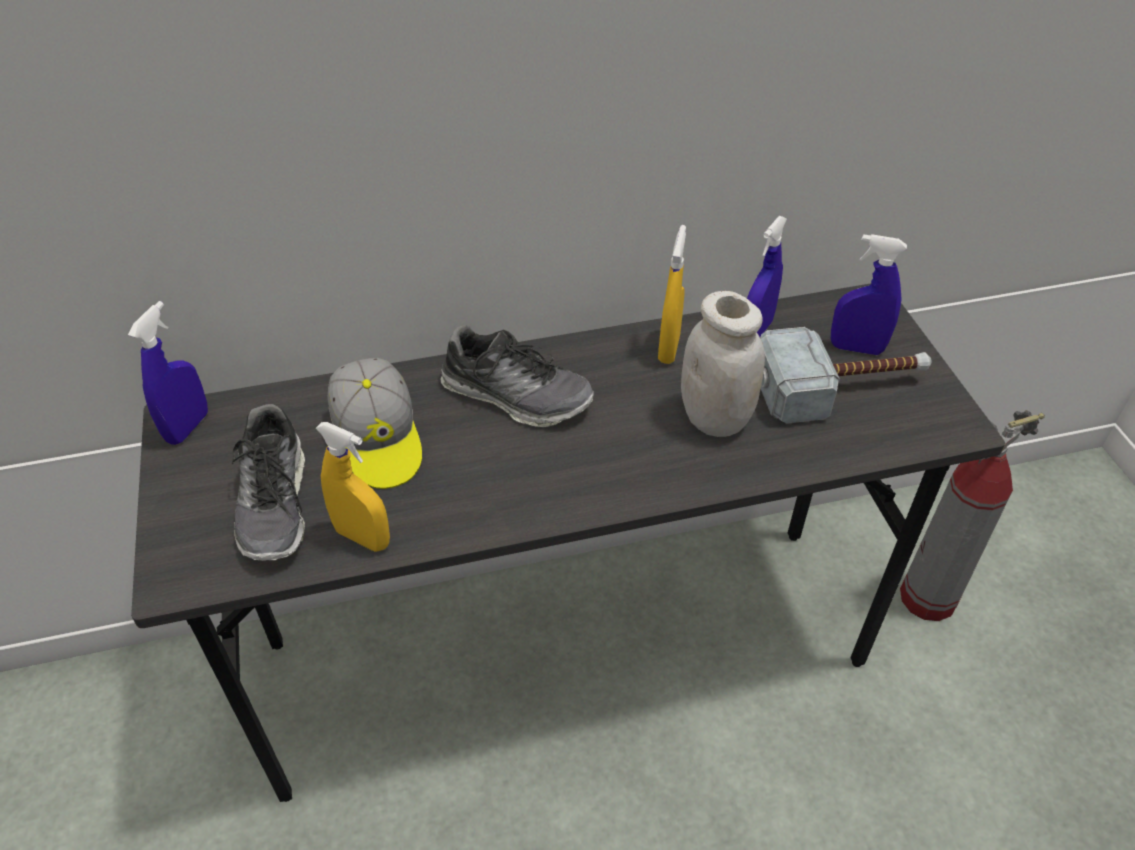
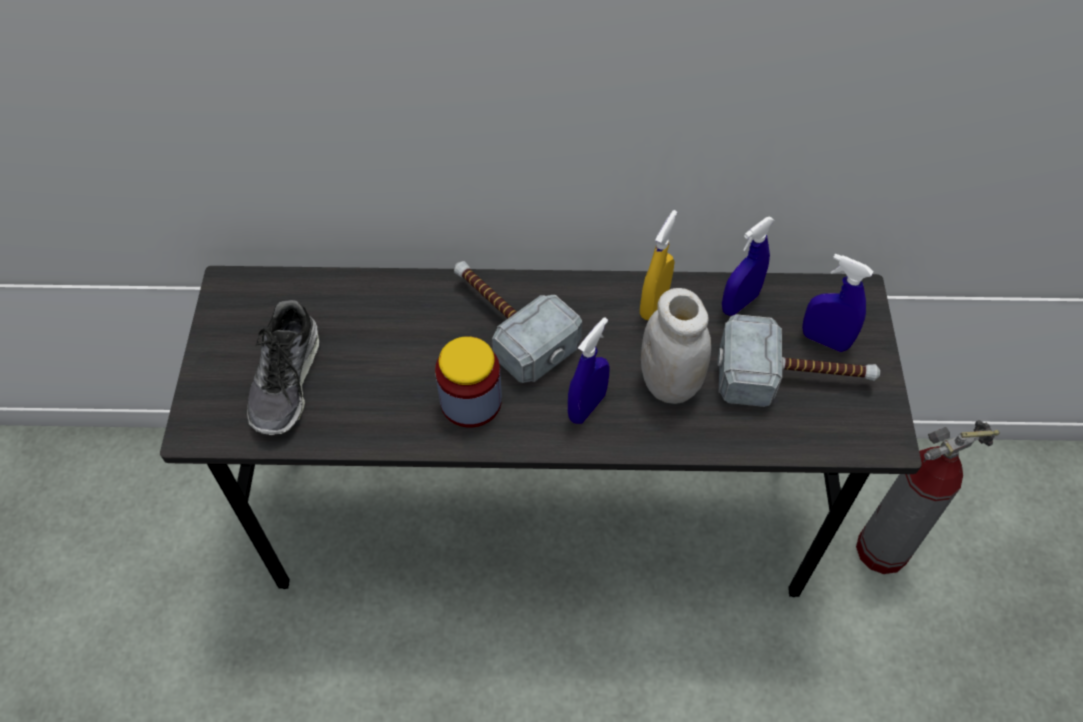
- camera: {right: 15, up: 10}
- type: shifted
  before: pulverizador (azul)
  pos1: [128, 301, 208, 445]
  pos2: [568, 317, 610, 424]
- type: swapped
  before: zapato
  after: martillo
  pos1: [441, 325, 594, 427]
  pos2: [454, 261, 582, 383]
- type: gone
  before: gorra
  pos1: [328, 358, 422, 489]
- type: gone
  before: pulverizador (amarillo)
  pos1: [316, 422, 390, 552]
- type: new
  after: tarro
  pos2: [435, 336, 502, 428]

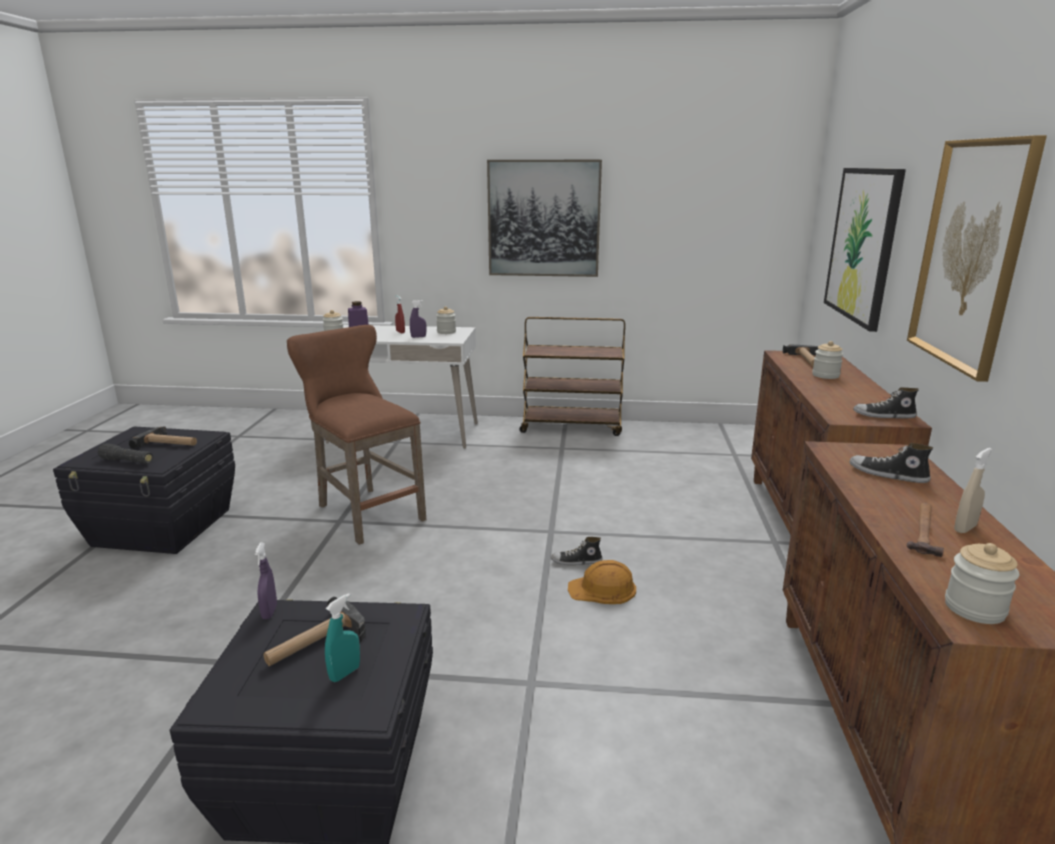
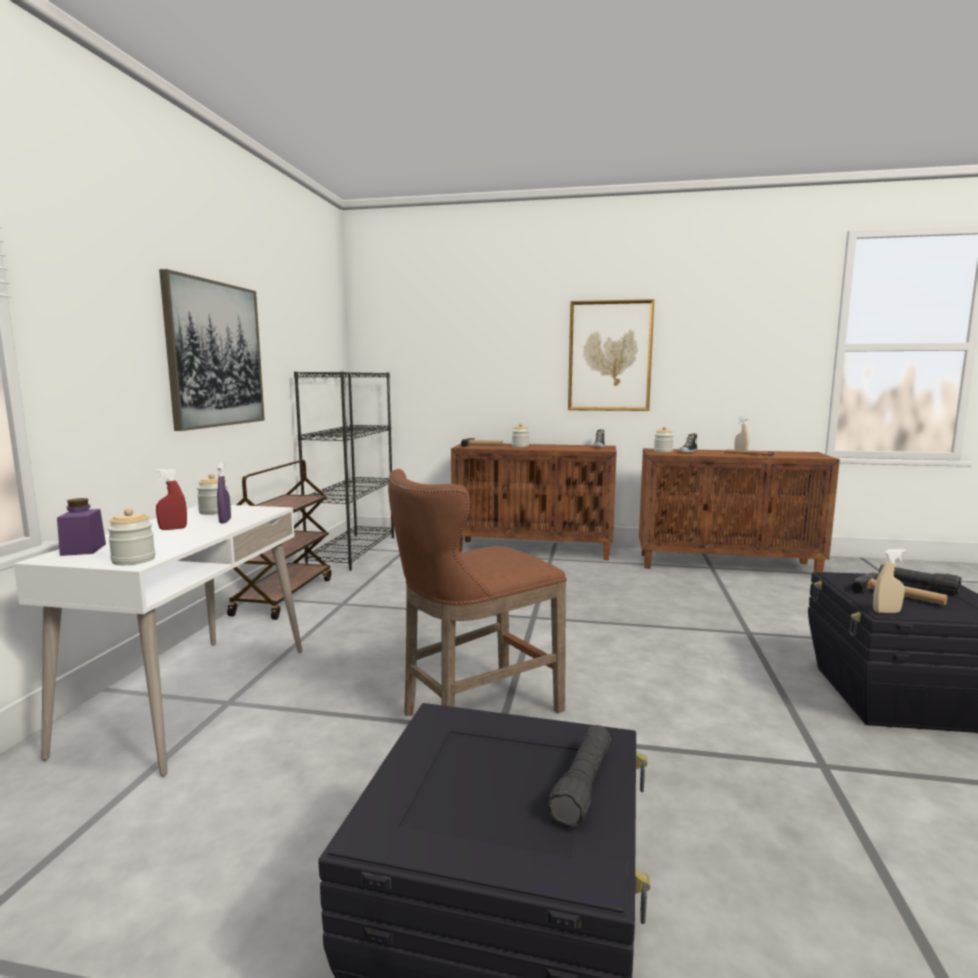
- camera: {right: -85, up: -10}
- type: gone
  before: cuadro
  pos1: [824, 168, 906, 332]
- type: gone
  before: martillo
  pos1: [129, 426, 197, 449]
- type: gone
  before: zapato
  pos1: [551, 537, 602, 565]
- type: repainted
  before: pulverizador (morado)
  after: pulverizador (beis)
  pos1: [255, 542, 277, 619]
  pos2: [873, 549, 906, 613]
- type: shifted
  before: tarro
  pos1: [945, 543, 1019, 624]
  pos2: [654, 427, 674, 452]
- type: gone
  before: casco (naranja)
  pos1: [568, 560, 636, 604]
- type: swapped
  before: pulverizador (turquesa)
  after: linterna (negro)
  pos1: [325, 593, 360, 682]
  pos2: [879, 565, 962, 594]
- type: new
  after: estantería (negro)
  pos2: [294, 372, 394, 570]

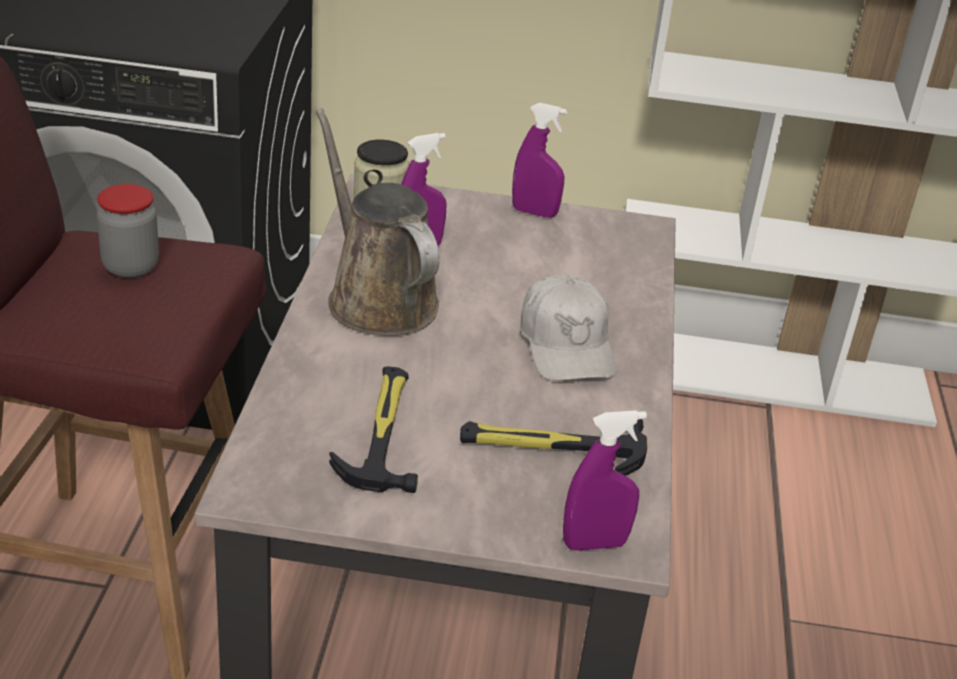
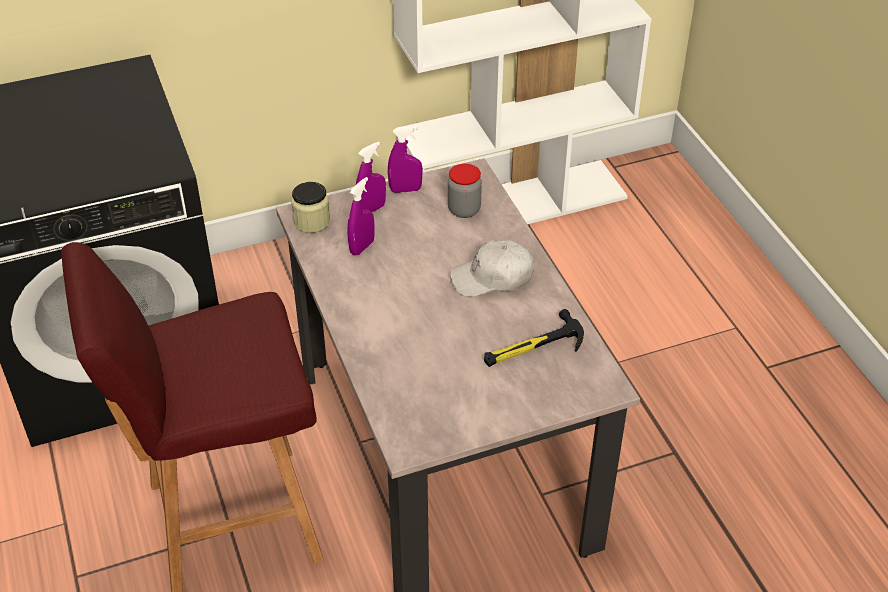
- camera: {right: -25, up: 10}
- type: gone
  before: regadera (marrón)
  pos1: [316, 108, 439, 336]
- type: shifted
  before: tarro
  pos1: [97, 184, 159, 278]
  pos2: [448, 164, 482, 218]
- type: rotated
  before: gorra (blanco)
  pos1: [520, 275, 615, 381]
  pos2: [450, 240, 534, 297]
  turn: 120
- type: gone
  before: martillo
  pos1: [329, 367, 418, 493]
- type: shifted
  before: pulverizador (morado)
  pos1: [563, 410, 647, 551]
  pos2: [356, 142, 386, 212]

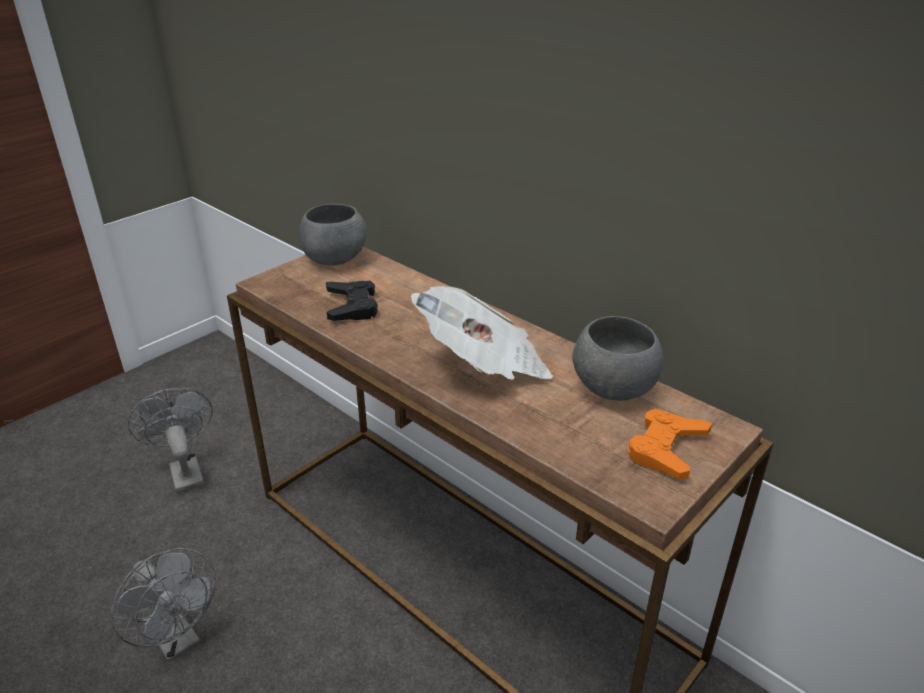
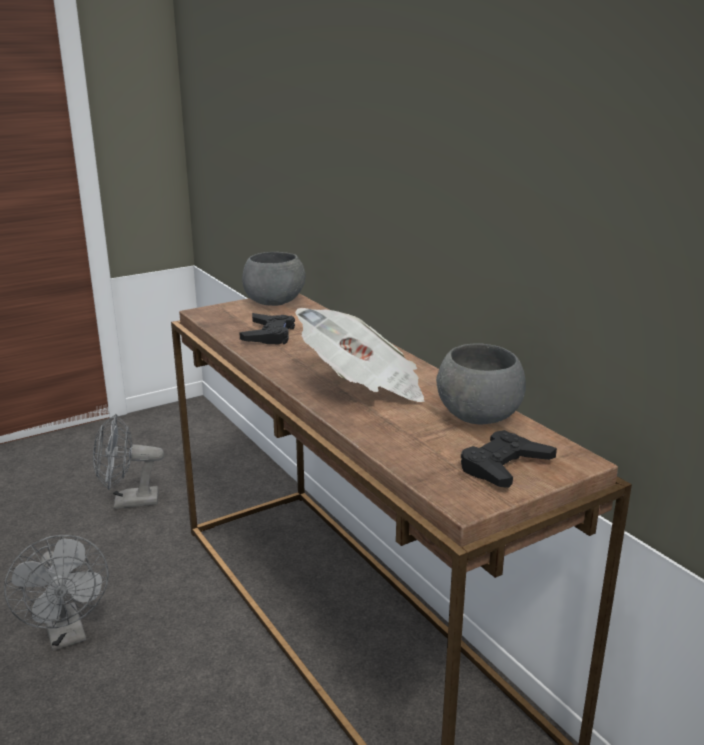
- camera: {right: 15, up: -10}
- type: rotated
  before: ventilador (gris)
  pos1: [128, 388, 213, 493]
  pos2: [93, 414, 164, 509]
  turn: -90
- type: repainted
  before: mando de consola (naranja)
  after: mando de consola (negro)
  pos1: [628, 409, 712, 479]
  pos2: [461, 430, 557, 488]

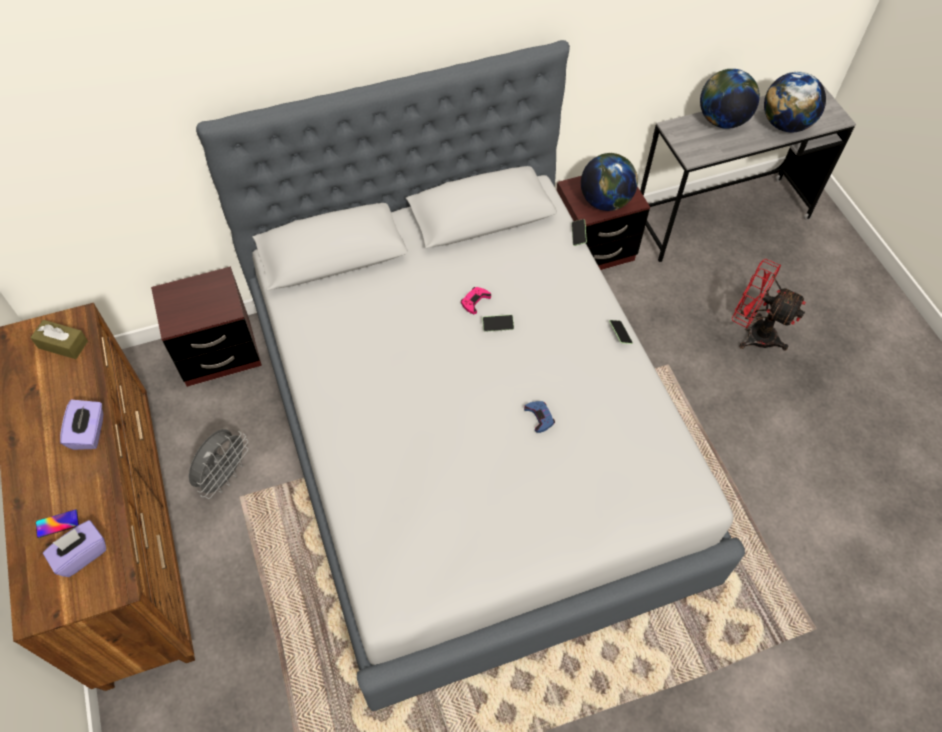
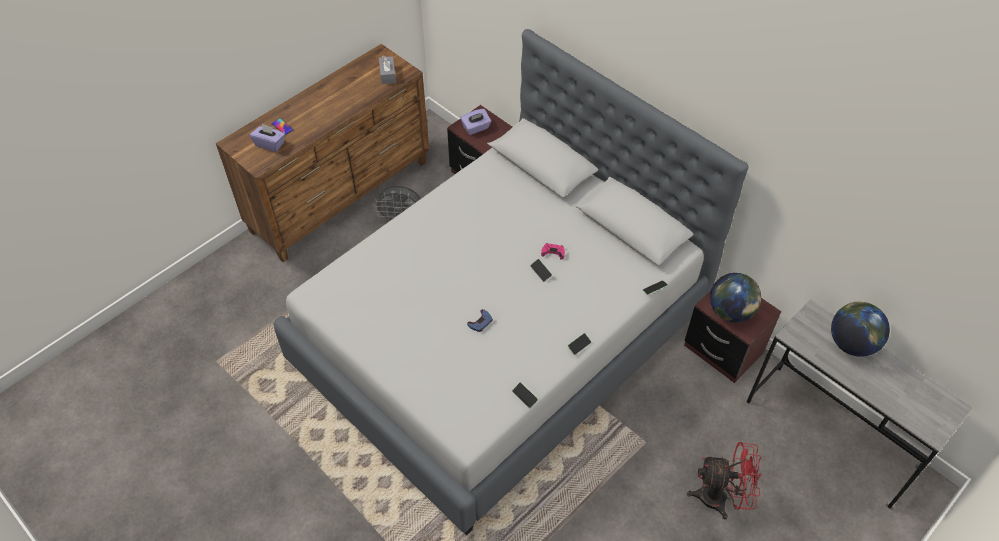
- camera: {right: 65, up: -5}
- type: gone
  before: globo terráqueo
  pos1: [764, 72, 826, 132]
- type: rotated
  before: ventilador (rojo)
  pos1: [732, 259, 806, 351]
  pos2: [687, 442, 762, 519]
  turn: 90
- type: repainted
  before: caja de pañuelos (marrón)
  after: caja de pañuelos (gris)
  pos1: [30, 320, 88, 359]
  pos2: [379, 56, 396, 84]
- type: shifted
  before: caja de pañuelos (morado)
  pos1: [60, 400, 104, 450]
  pos2: [460, 109, 491, 135]
- type: new
  after: móvil
  pos2: [512, 382, 538, 408]

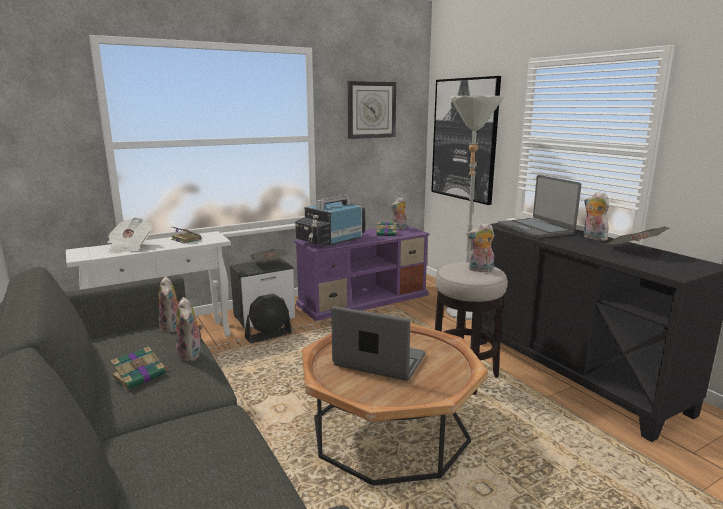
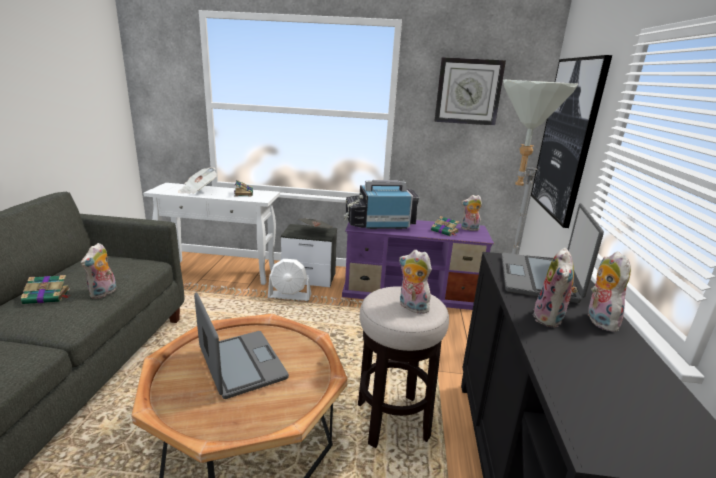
- camera: {right: 35, up: 5}
- type: gone
  before: periódico
  pos1: [605, 226, 669, 245]
- type: shifted
  before: peluche
  pos1: [159, 276, 180, 333]
  pos2: [534, 248, 578, 328]
- type: repainted
  before: ventilador (negro)
  after: ventilador (blanco)
  pos1: [245, 294, 292, 343]
  pos2: [268, 259, 312, 301]

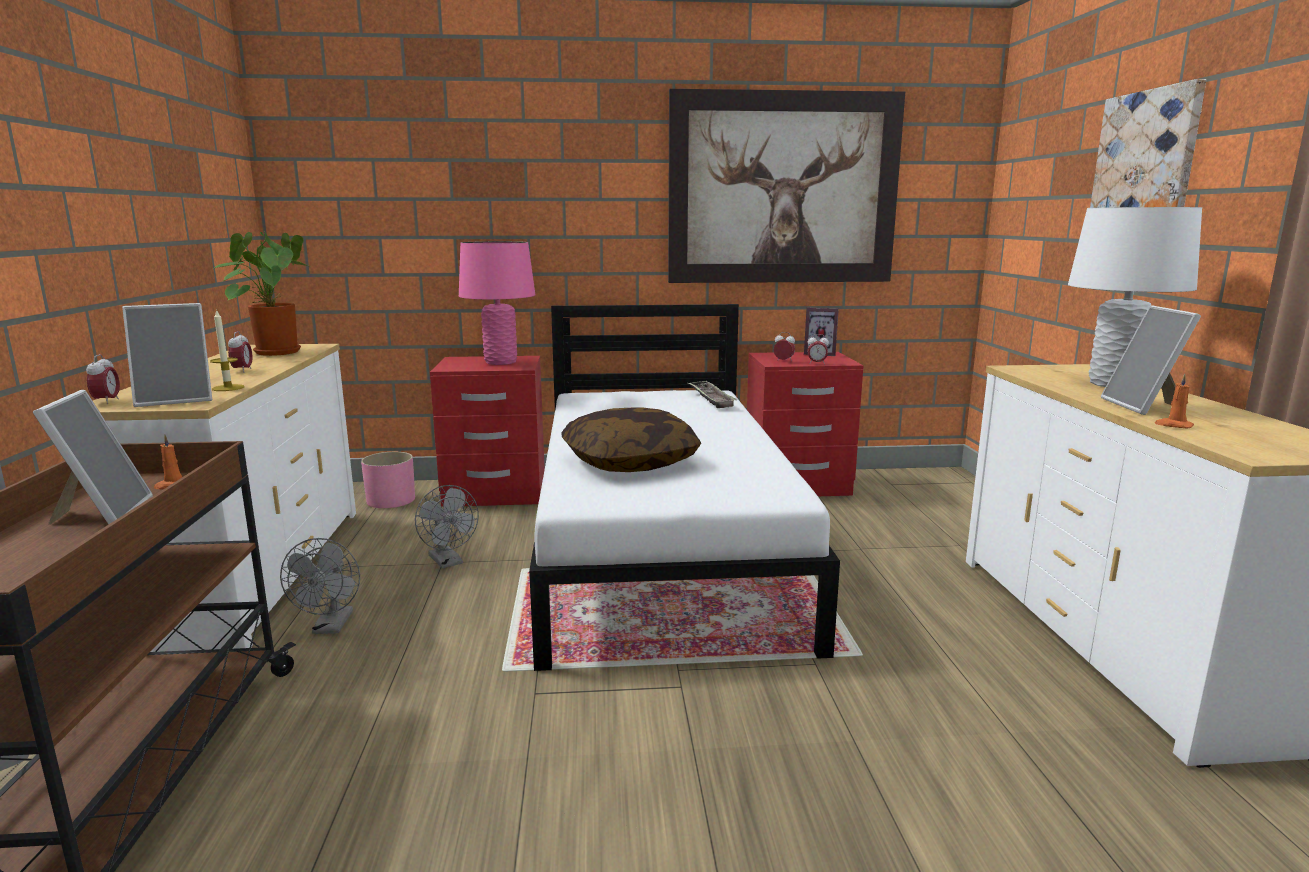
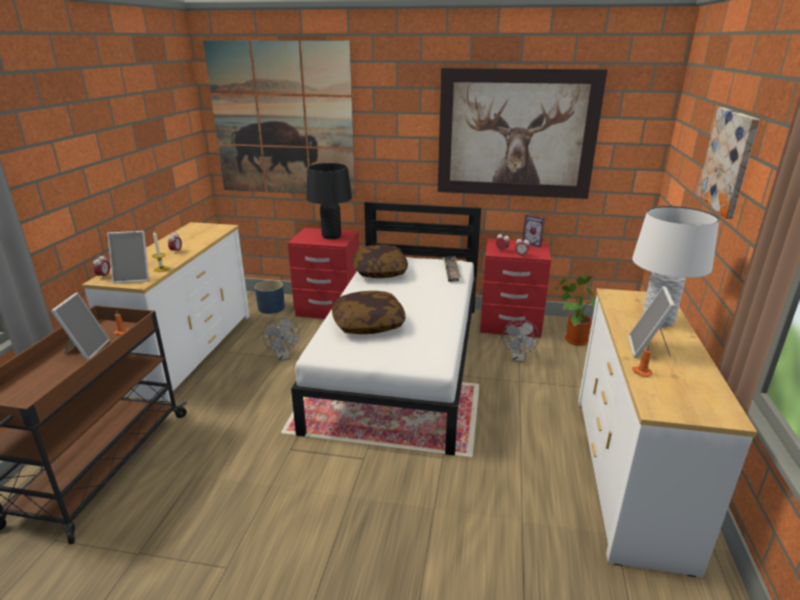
- camera: {right: 15, up: 10}
- type: shifted
  before: planta en maceta
  pos1: [211, 231, 312, 356]
  pos2: [556, 274, 596, 346]
- type: repainted
  before: lámpara de mesa (rosa)
  after: lámpara de mesa (negro)
  pos1: [459, 241, 536, 365]
  pos2: [307, 163, 352, 239]
- type: repainted
  before: maceta (rosa)
  after: maceta (azul)
  pos1: [361, 452, 415, 508]
  pos2: [255, 280, 285, 314]
- type: shifted
  before: ventilador (gris)
  pos1: [280, 538, 360, 634]
  pos2: [502, 319, 539, 363]
- type: new
  after: cuadro
  pos2: [203, 40, 356, 196]
- type: new
  after: cojín
  pos2: [353, 245, 408, 278]

